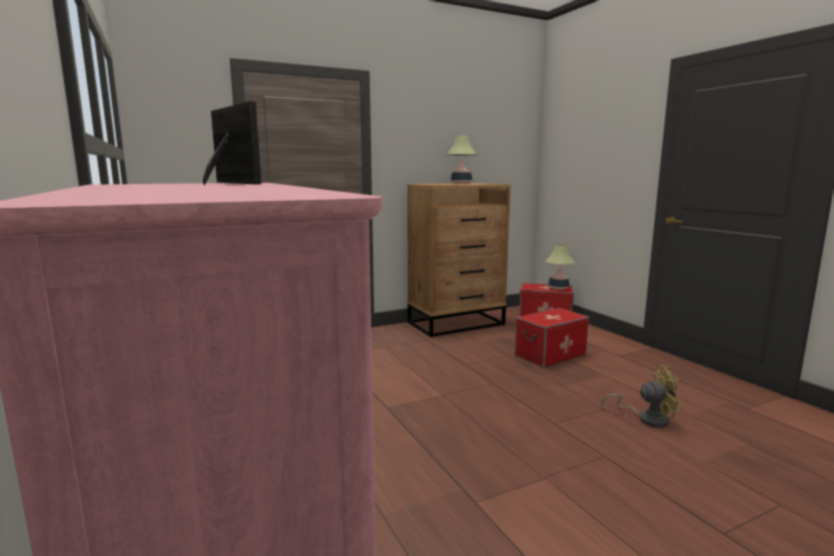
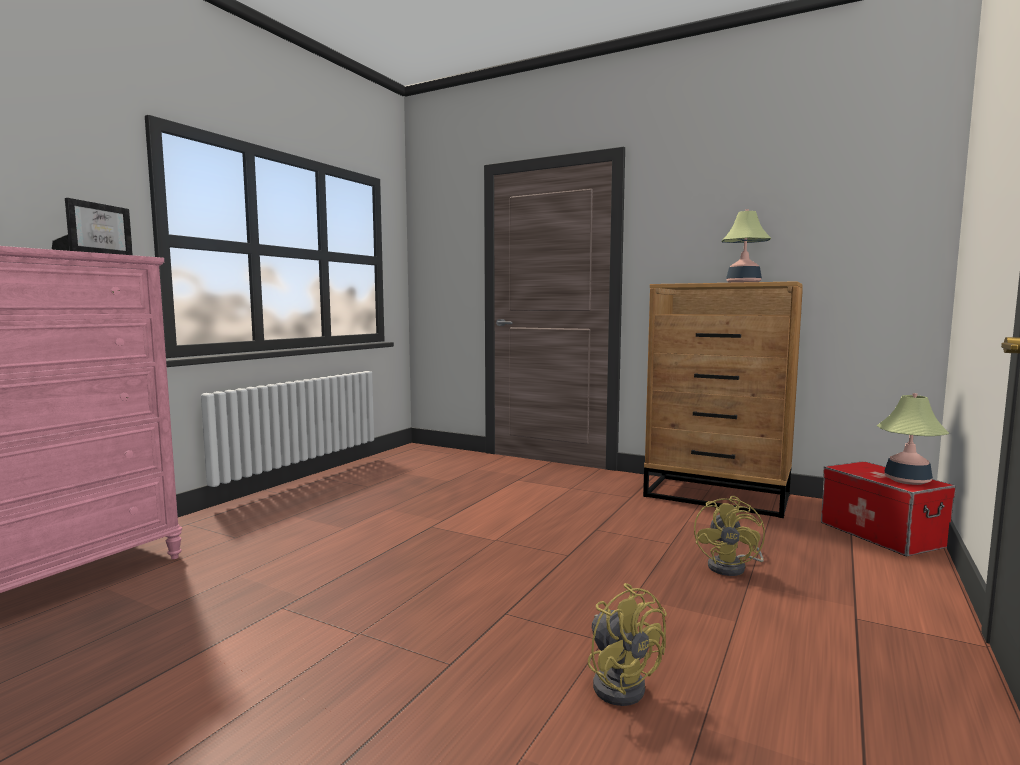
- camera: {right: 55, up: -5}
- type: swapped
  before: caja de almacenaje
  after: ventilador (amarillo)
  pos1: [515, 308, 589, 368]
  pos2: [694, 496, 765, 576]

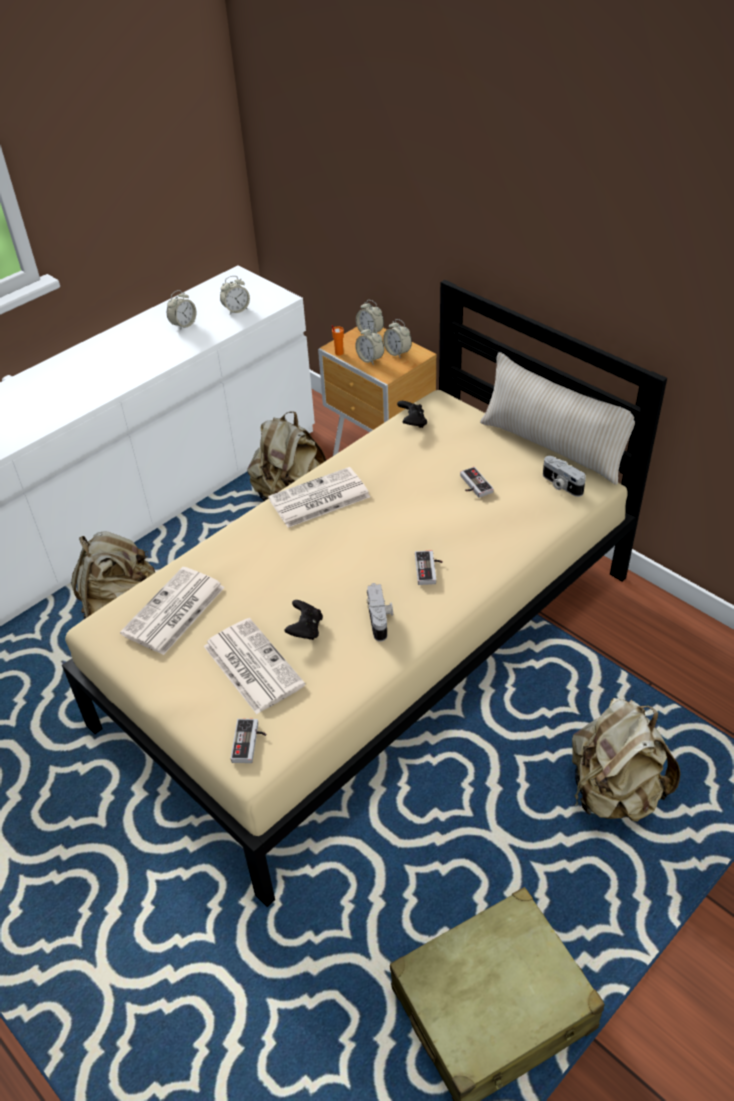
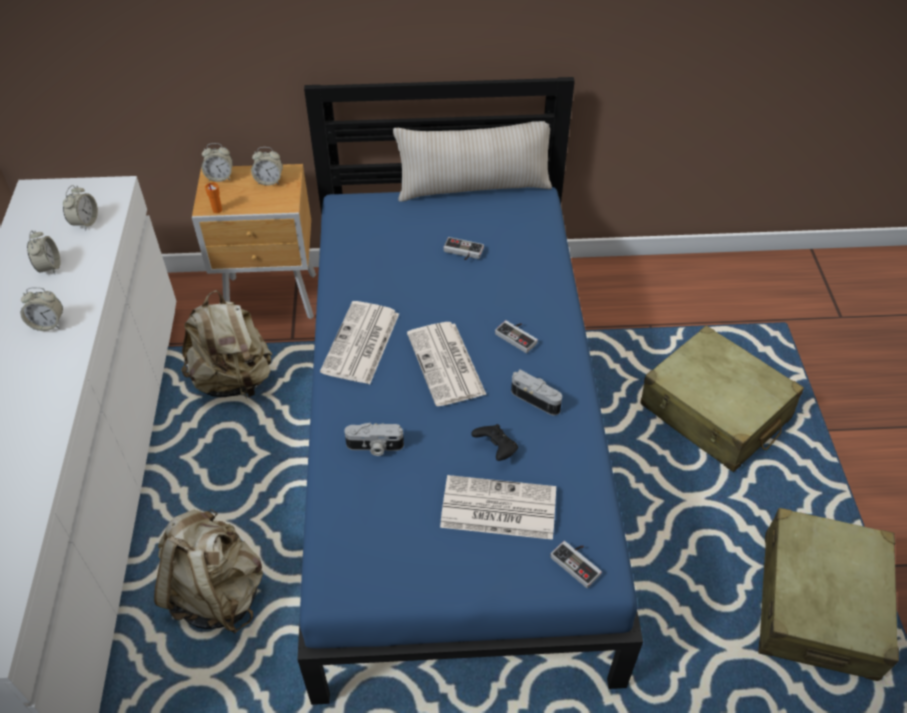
- camera: {right: -50, up: 5}
- type: repainted
  before: cama (beis)
  after: cama (azul)
  pos1: [62, 280, 667, 907]
  pos2: [297, 77, 643, 705]
- type: shifted
  before: despertador
  pos1: [355, 326, 384, 365]
  pos2: [21, 287, 63, 331]
- type: gone
  before: mando de consola (negro)
  pos1: [397, 401, 427, 428]
- type: shifted
  before: cámara
  pos1: [543, 456, 586, 497]
  pos2: [344, 422, 404, 456]
- type: shifted
  before: periódico
  pos1: [120, 567, 225, 655]
  pos2: [407, 322, 487, 406]
- type: swapped
  before: mochila (beis)
  after: maleta (beis)
  pos1: [572, 698, 680, 822]
  pos2: [640, 325, 804, 472]

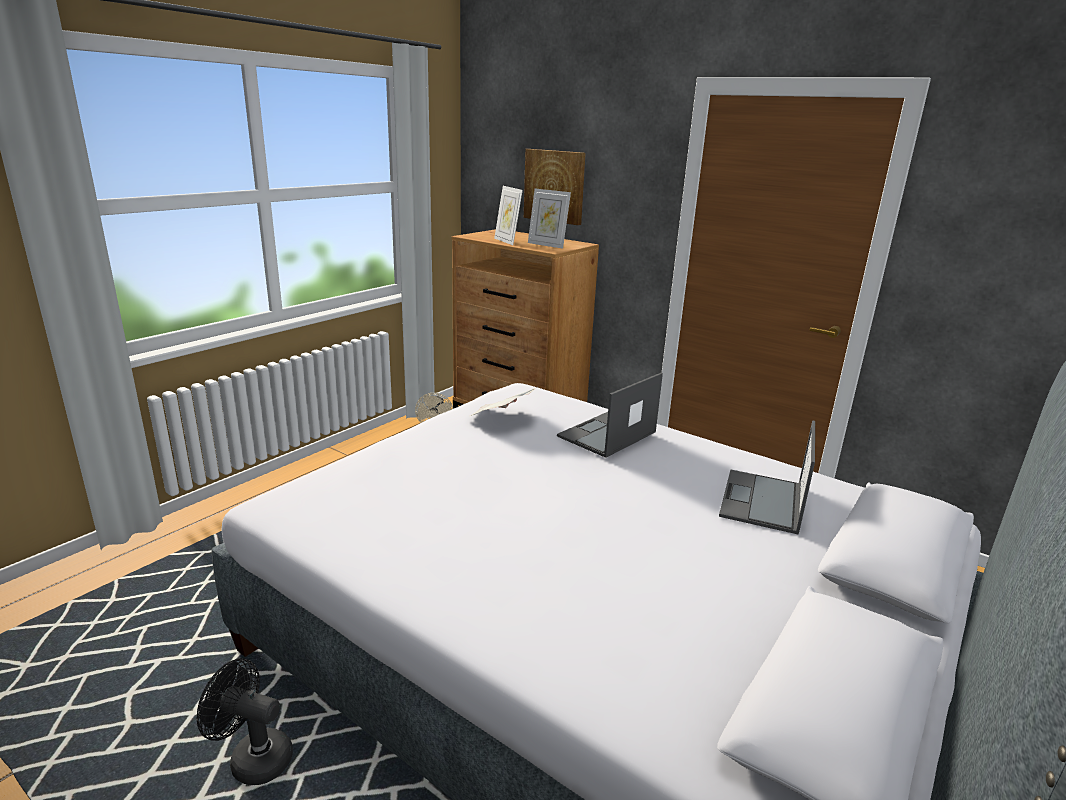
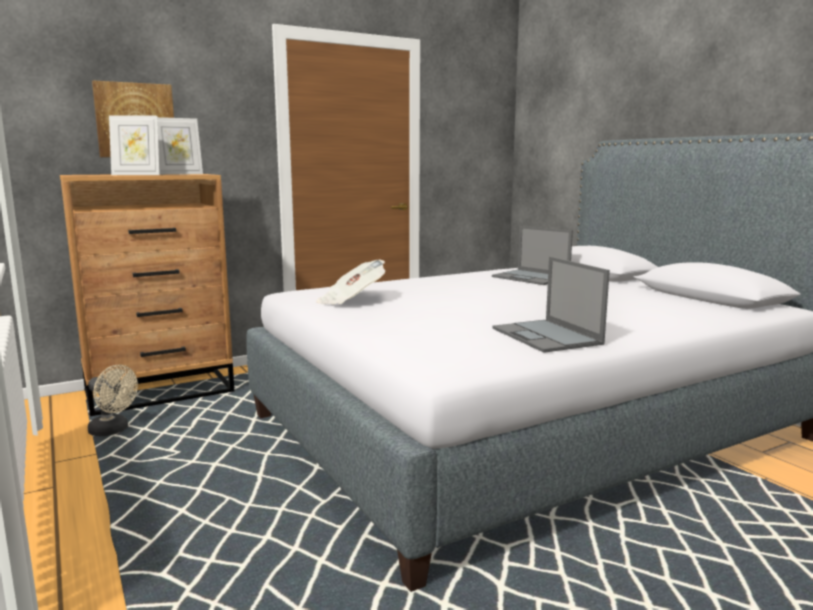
- camera: {right: -65, up: -10}
- type: shifted
  before: portátil
  pos1: [557, 373, 663, 458]
  pos2: [492, 257, 610, 353]
- type: gone
  before: ventilador (negro)
  pos1: [197, 658, 293, 785]

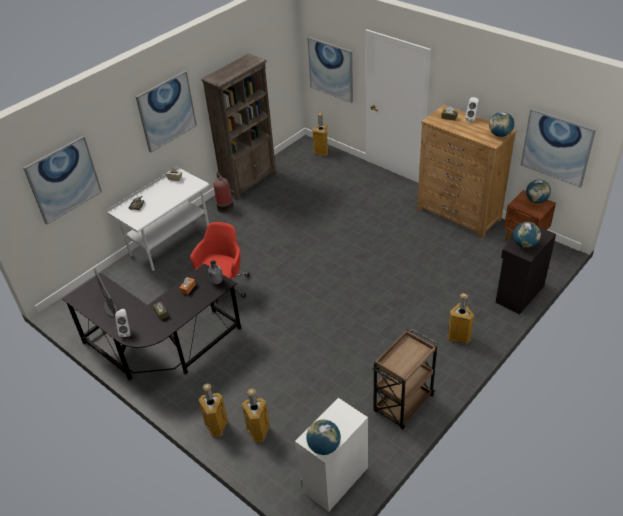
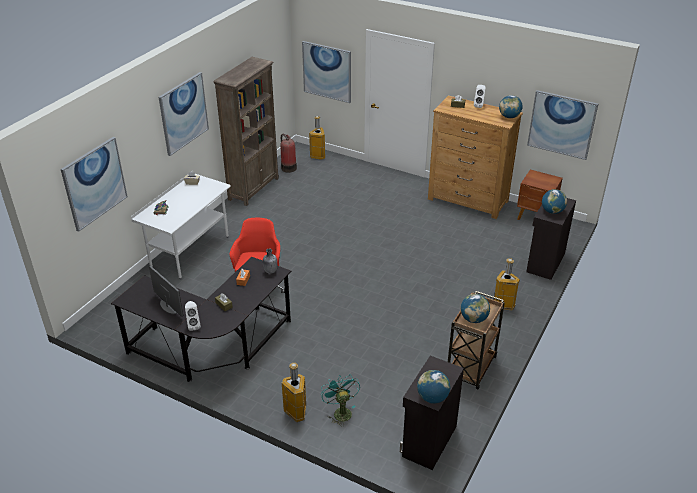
- camera: {right: -15, up: -5}
- type: shifted
  before: extintor
  pos1: [214, 172, 233, 213]
  pos2: [281, 134, 297, 173]
- type: shifted
  before: globo terráqueo
  pos1: [526, 179, 551, 203]
  pos2: [461, 294, 490, 323]
- type: swapped
  before: papelera
  after: ventilador (turquesa)
  pos1: [242, 388, 270, 444]
  pos2: [321, 374, 360, 425]
- type: repainted
  before: armario (blanco)
  after: armario (negro)
  pos1: [295, 398, 368, 512]
  pos2: [400, 356, 464, 470]

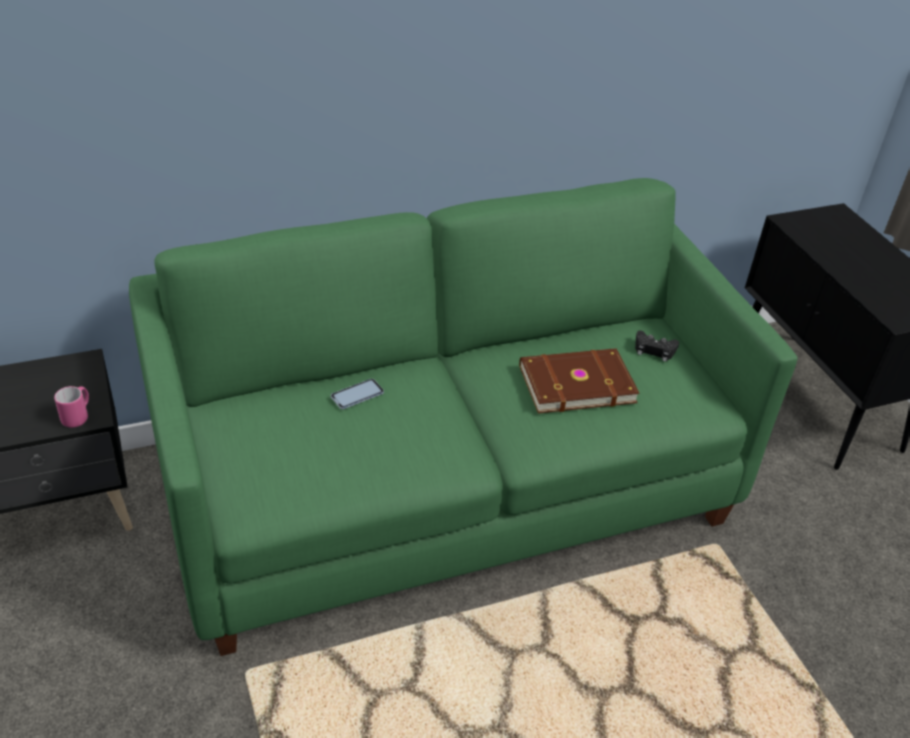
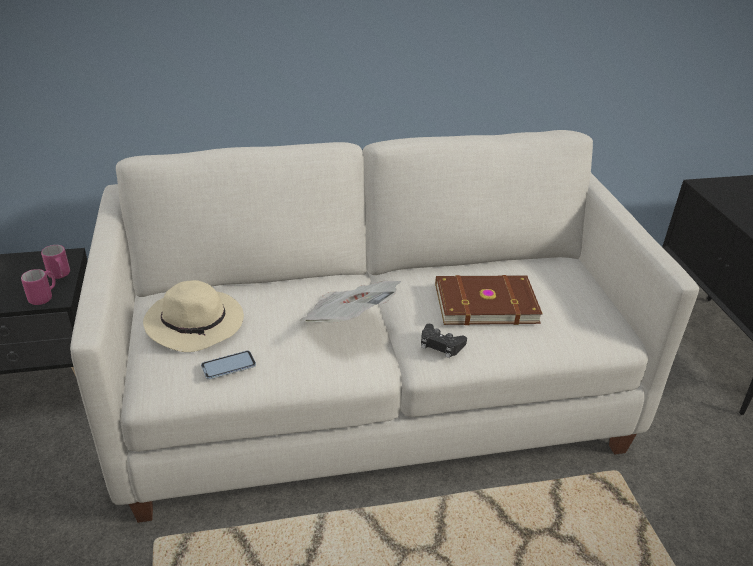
- camera: {right: 10, up: -5}
- type: repainted
  before: sofá (verde)
  after: sofá (blanco)
  pos1: [129, 178, 798, 656]
  pos2: [70, 130, 699, 523]
- type: shifted
  before: mando de consola (negro)
  pos1: [635, 331, 679, 362]
  pos2: [421, 324, 467, 358]
- type: shifted
  before: móvil
  pos1: [331, 379, 384, 409]
  pos2: [201, 351, 256, 379]
- type: new
  after: taza grande (rosa)
  pos2: [41, 245, 70, 279]
- type: new
  after: sombrero (beis)
  pos2: [143, 280, 244, 352]
- type: new
  after: periódico
  pos2: [299, 281, 401, 323]

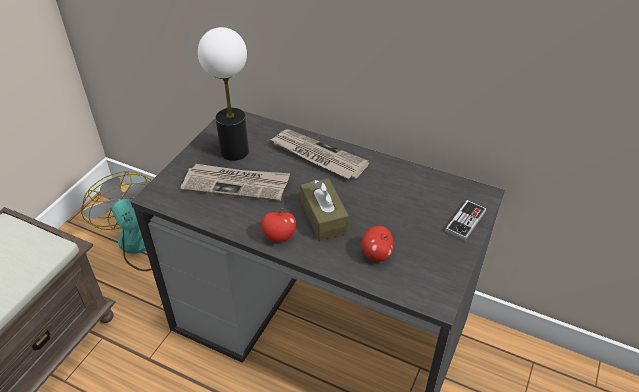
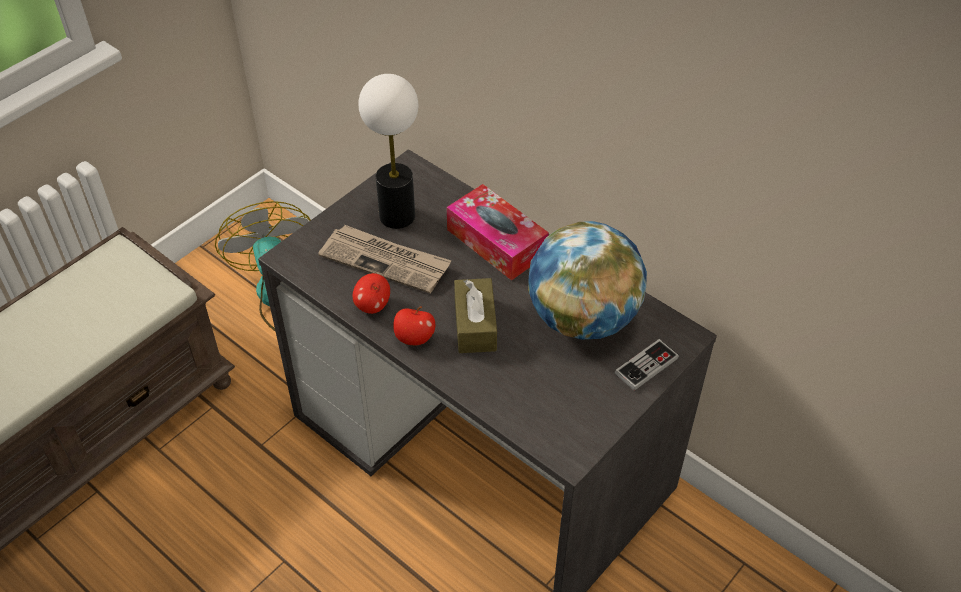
- camera: {right: 15, up: 5}
- type: swapped
  before: periódico
  after: caja de pañuelos
  pos1: [270, 129, 370, 179]
  pos2: [446, 184, 549, 280]
- type: shifted
  before: manzana
  pos1: [362, 226, 393, 261]
  pos2: [353, 273, 390, 314]
- type: new
  after: globo terráqueo
  pos2: [528, 221, 647, 340]

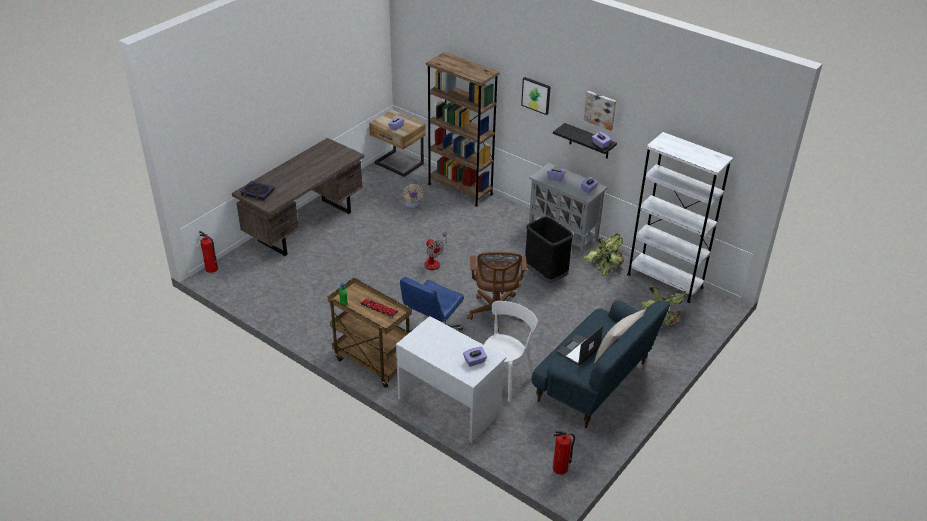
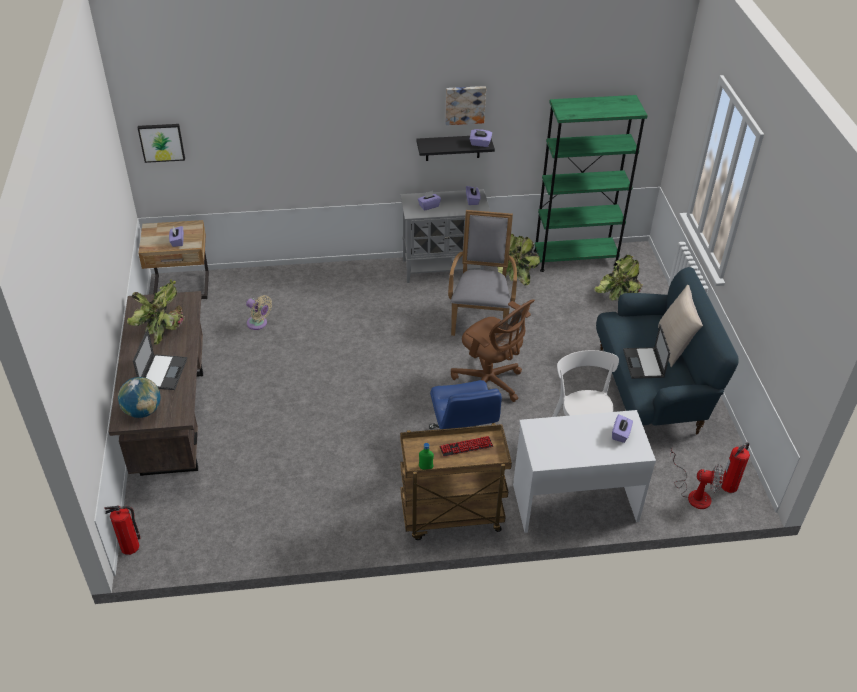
- camera: {right: -45, up: 5}
- type: gone
  before: estantería (marrón)
  pos1: [426, 52, 500, 207]
- type: shifted
  before: cuadro
  pos1: [521, 77, 551, 115]
  pos2: [138, 124, 185, 163]
- type: repainted
  before: estantería (blanco)
  after: estantería (verde)
  pos1: [627, 132, 733, 303]
  pos2: [534, 95, 648, 272]
- type: swapped
  before: libro
  after: globo terráqueo
  pos1: [240, 181, 275, 201]
  pos2: [118, 377, 161, 418]
- type: swapped
  before: papelera (negro)
  after: sillón (gris)
  pos1: [525, 216, 574, 283]
  pos2: [448, 210, 517, 336]
- type: shifted
  before: ventilador
  pos1: [424, 232, 447, 270]
  pos2: [670, 449, 724, 509]
- type: new
  after: planta en maceta
  pos2: [127, 279, 185, 345]
- type: new
  after: portátil
  pos2: [133, 329, 187, 390]

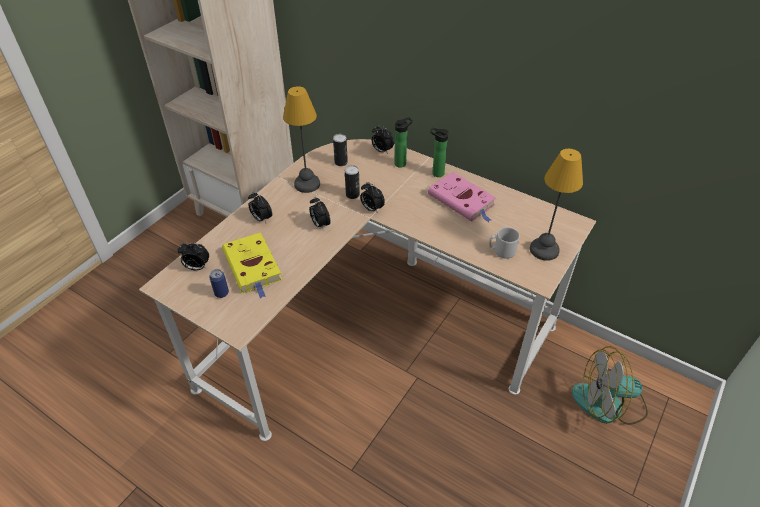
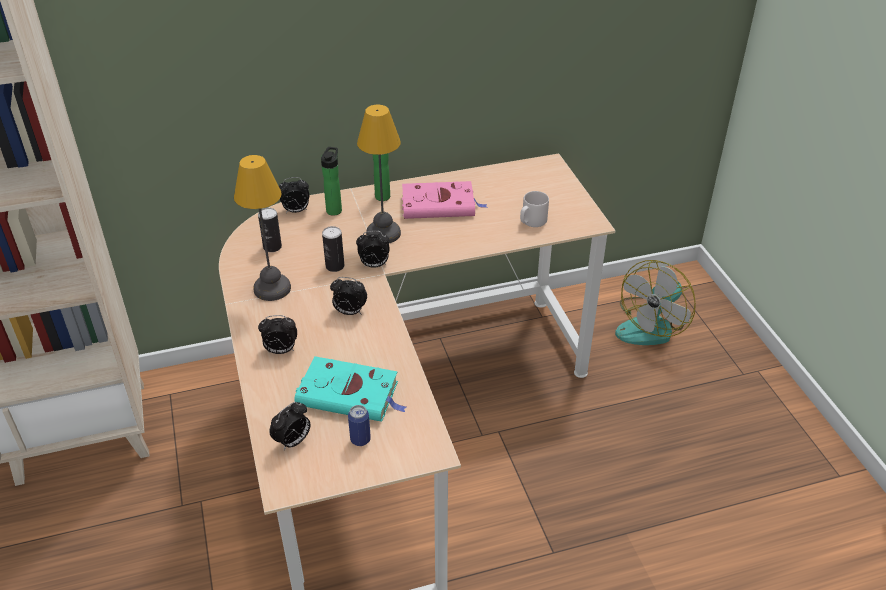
- camera: {right: -50, up: -5}
- type: shifted
  before: lámpara de mesa
  pos1: [530, 149, 583, 261]
  pos2: [357, 105, 401, 243]
- type: repainted
  before: libro (amarillo)
  after: libro (turquesa)
  pos1: [222, 232, 282, 299]
  pos2: [294, 356, 406, 422]

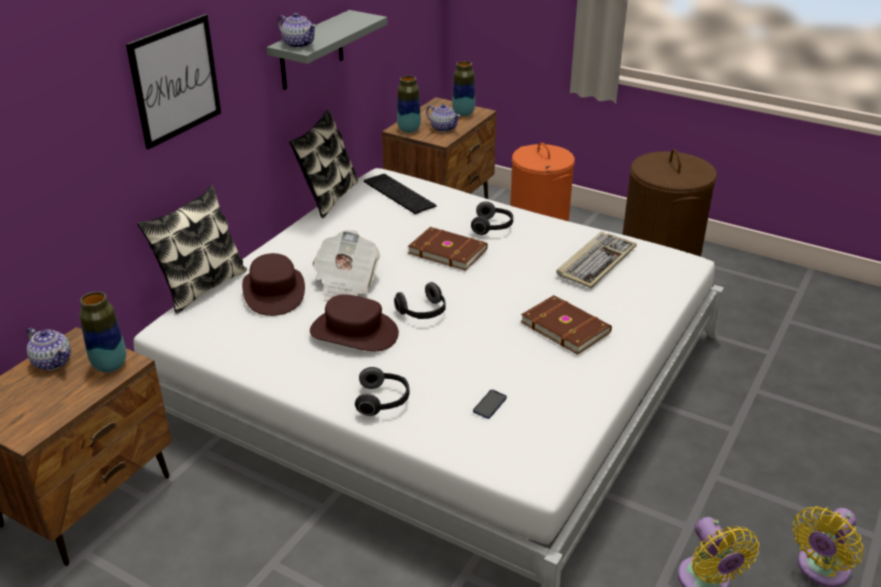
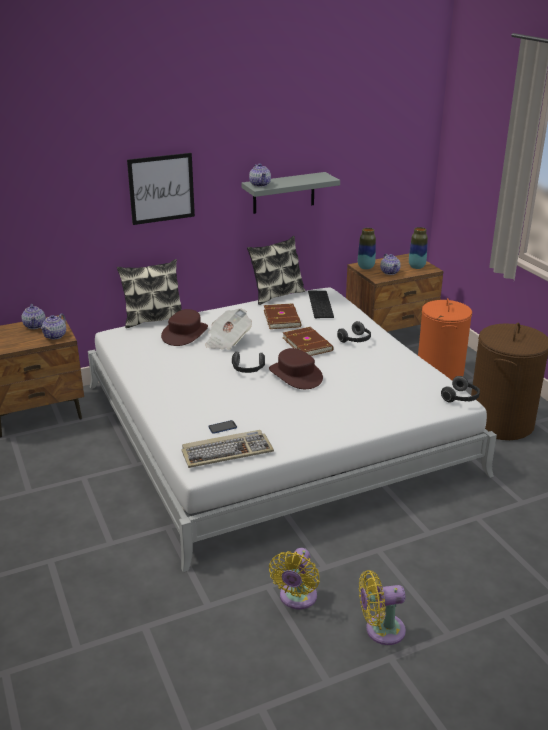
- camera: {right: 35, up: -5}
- type: shifted
  before: teclado
  pos1: [556, 231, 637, 288]
  pos2: [181, 430, 274, 468]
- type: swapped
  before: florero
  after: tetera
  pos1: [80, 292, 126, 373]
  pos2: [41, 313, 66, 339]
- type: shifted
  before: sombrero (marrón)
  pos1: [310, 294, 399, 351]
  pos2: [269, 348, 323, 389]
- type: shifted
  before: libro (marrón)
  pos1: [521, 295, 612, 355]
  pos2: [264, 303, 302, 329]
- type: shifted
  before: auriculares
  pos1: [355, 367, 410, 416]
  pos2: [441, 376, 480, 403]

